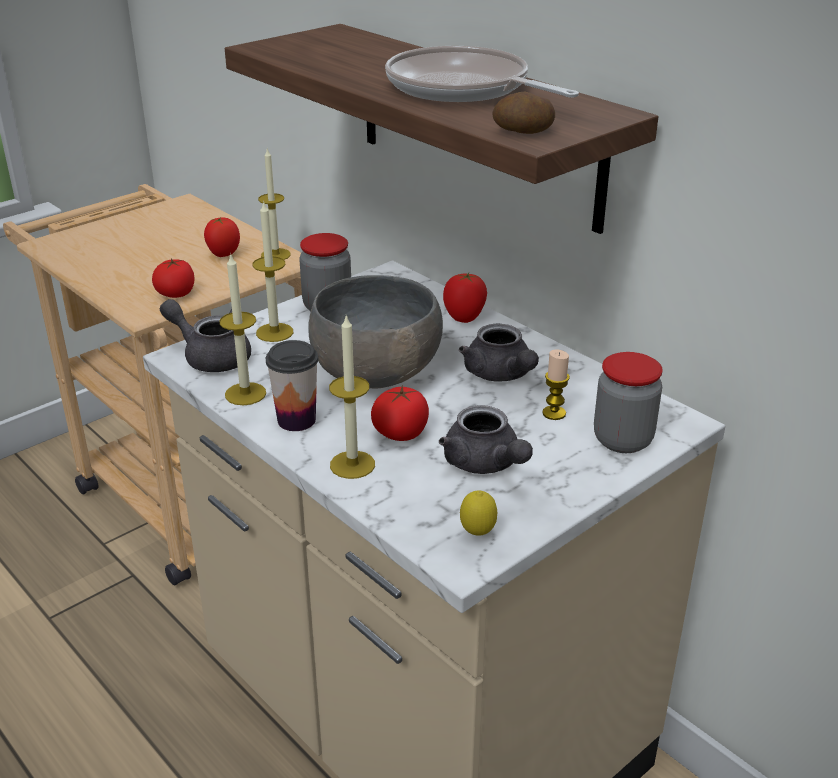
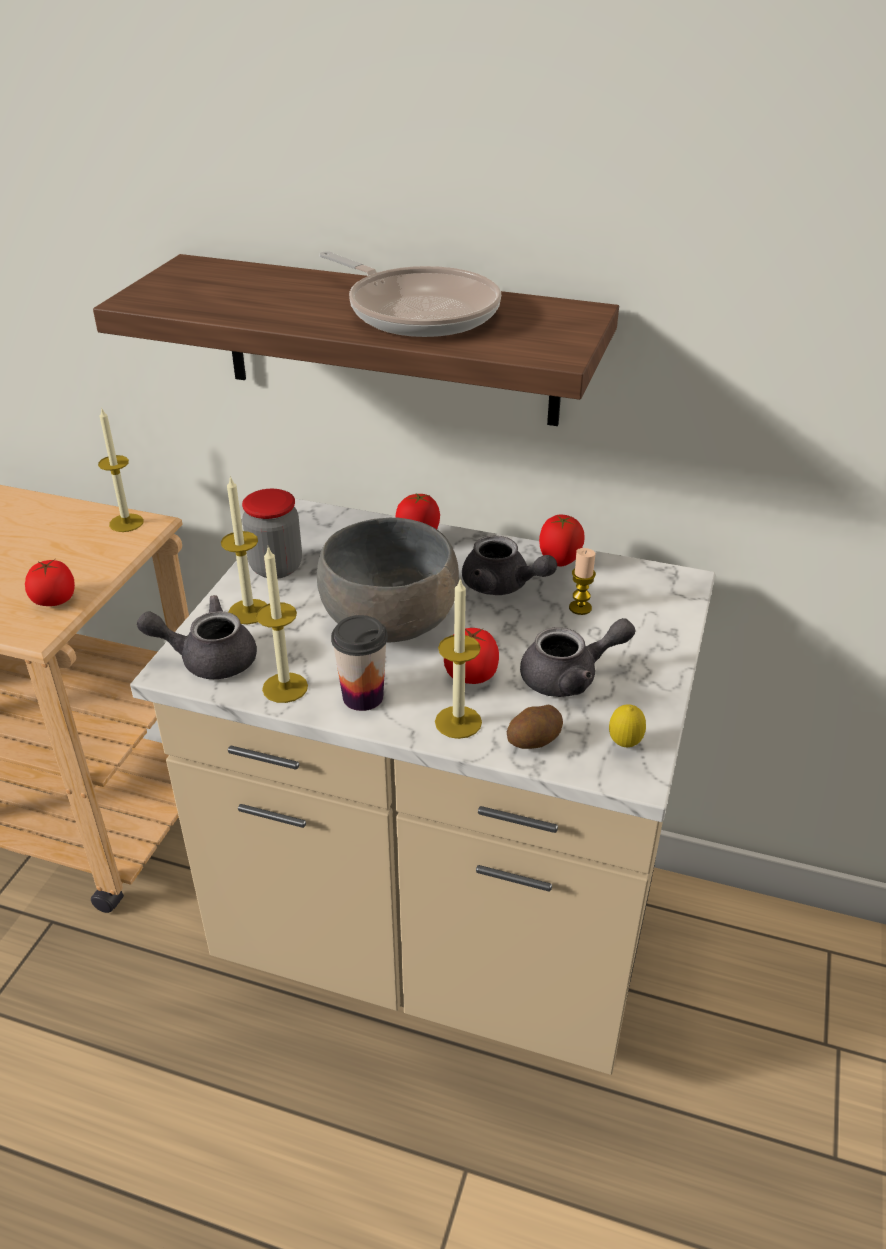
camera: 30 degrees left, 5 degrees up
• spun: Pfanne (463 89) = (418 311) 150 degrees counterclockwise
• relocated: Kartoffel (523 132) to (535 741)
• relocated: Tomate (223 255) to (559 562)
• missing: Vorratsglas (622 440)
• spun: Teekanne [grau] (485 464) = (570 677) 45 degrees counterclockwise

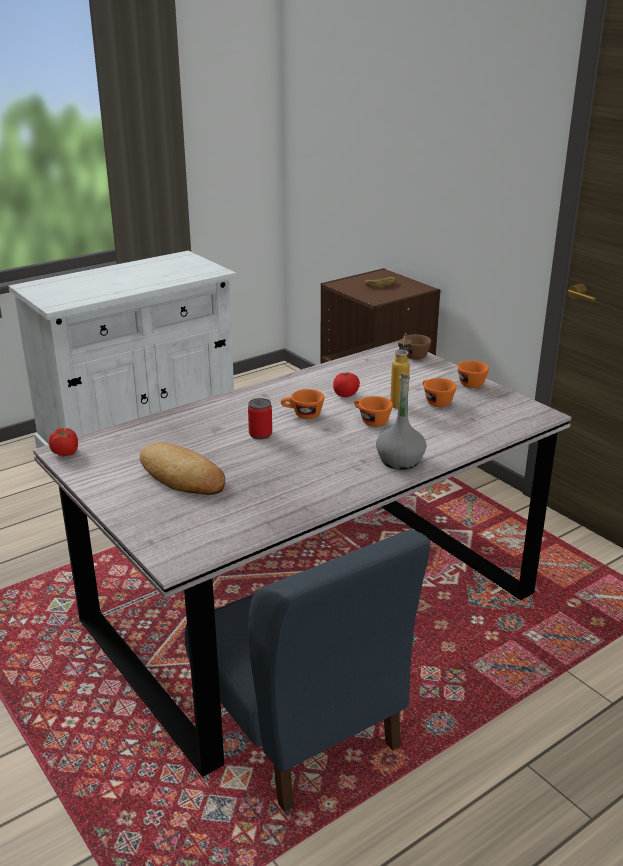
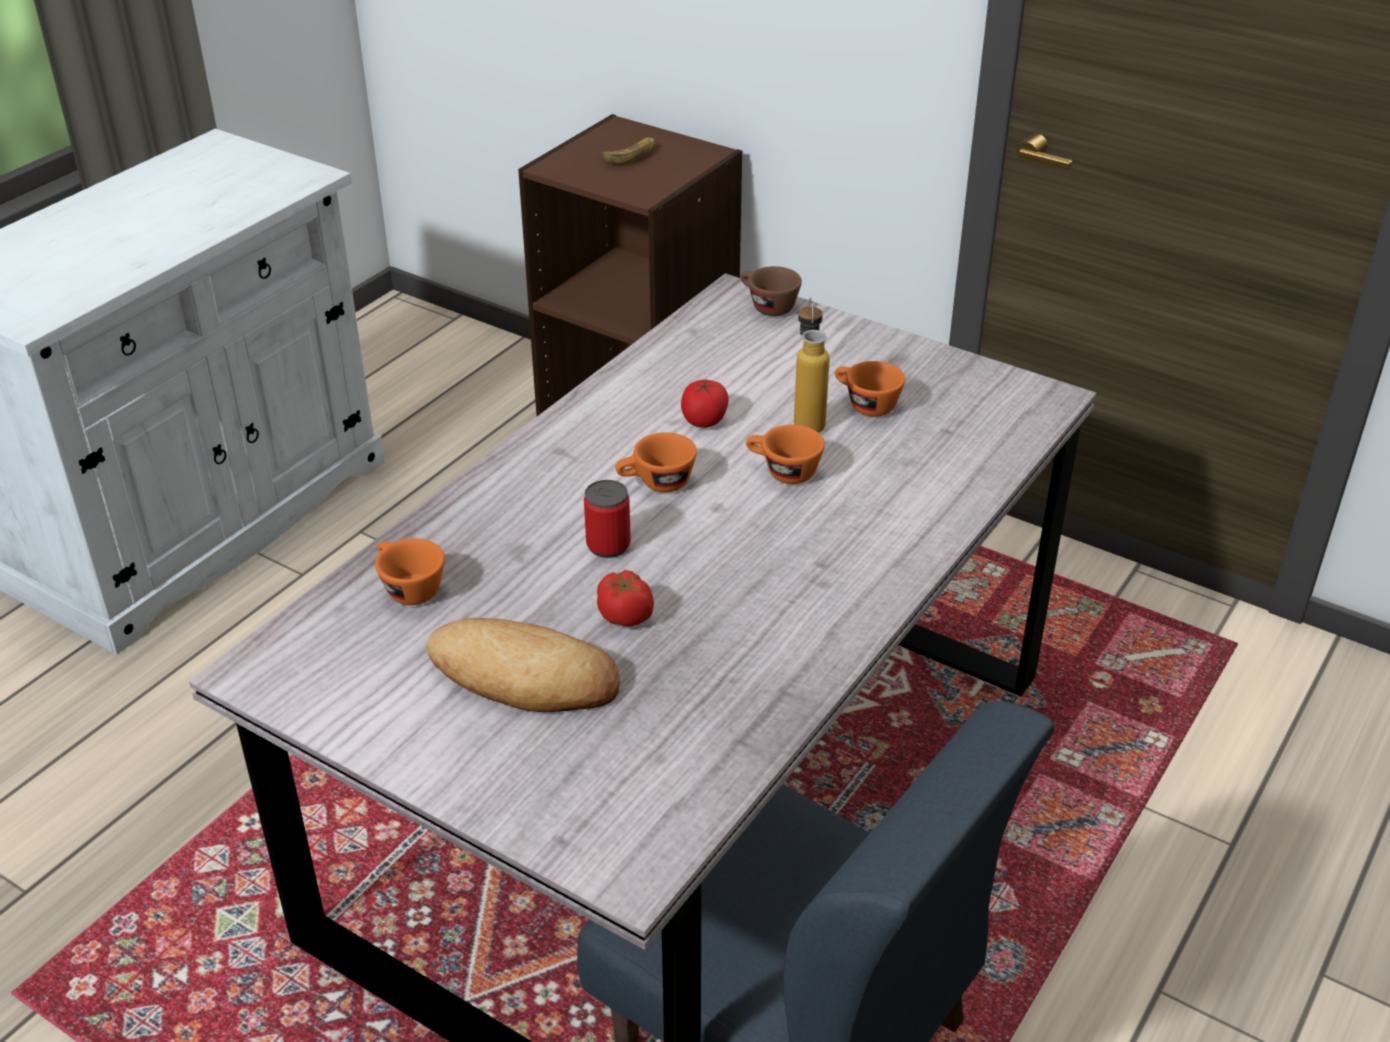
camera: 20 degrees left, 10 degrees up
• relocated: Tasse [orange] (468 383) to (407 588)
• missing: Flasche [grau] (400 460)
• relocated: Tomate (65 453) to (625 616)

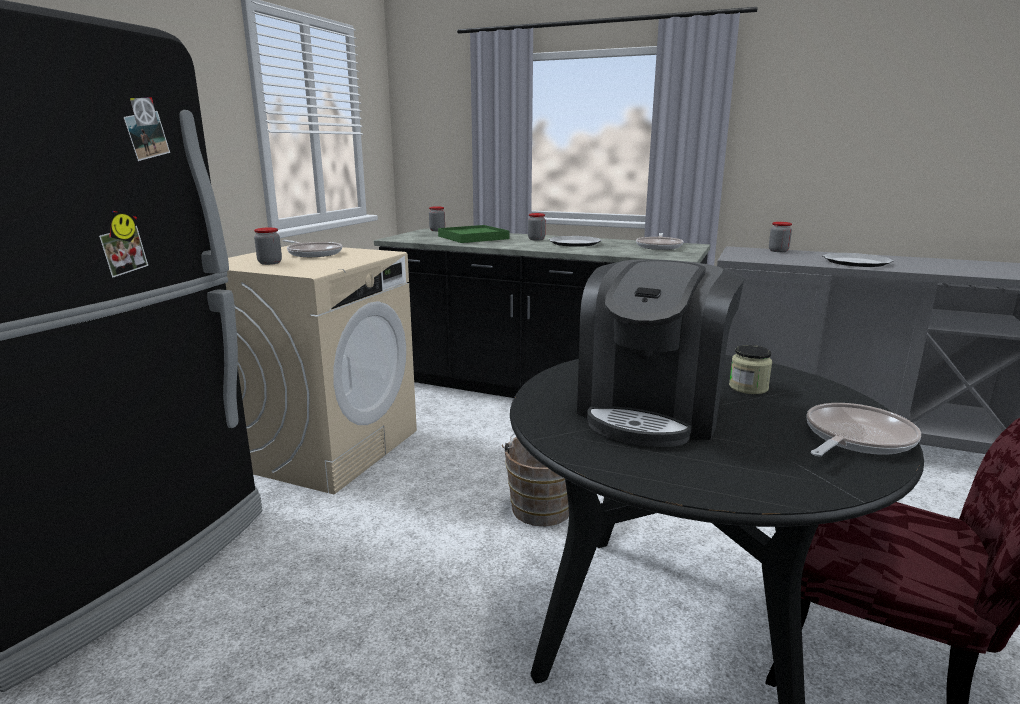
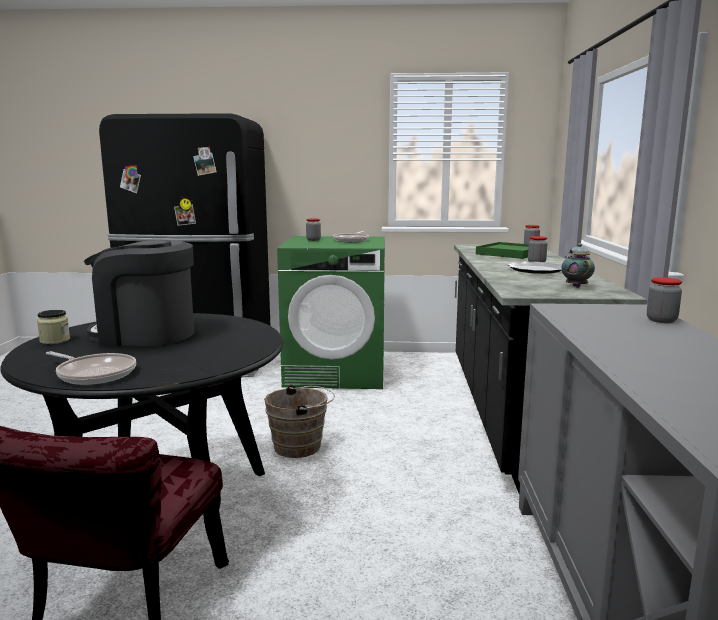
camera: 70 degrees right, 5 degrees down
• exchanged: Pfanne (659 246) to Teekanne (575 286)
• colour: Waschmaschine [beige] (325 447) to Waschmaschine [grün] (337 372)
• missing: Teller (856 262)
• relocated: Vorratsglas (748 387) to (55 340)

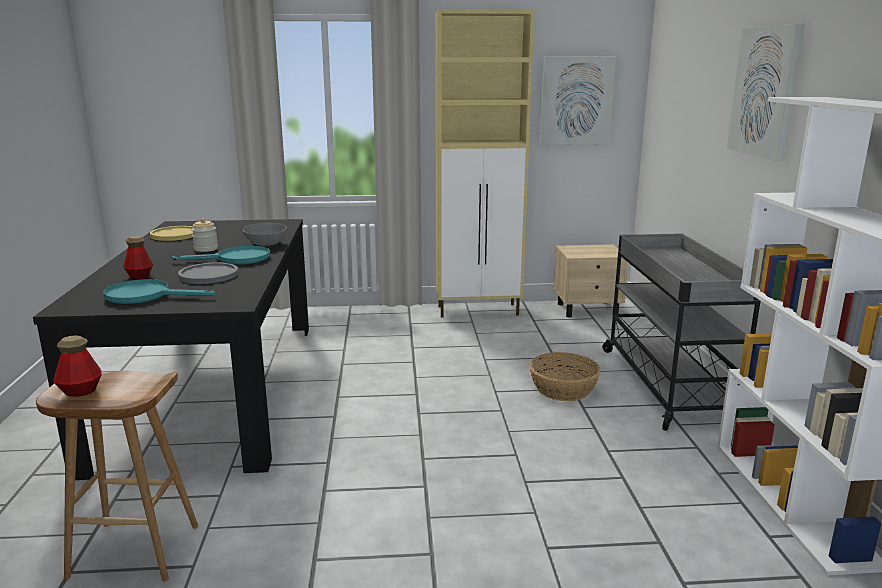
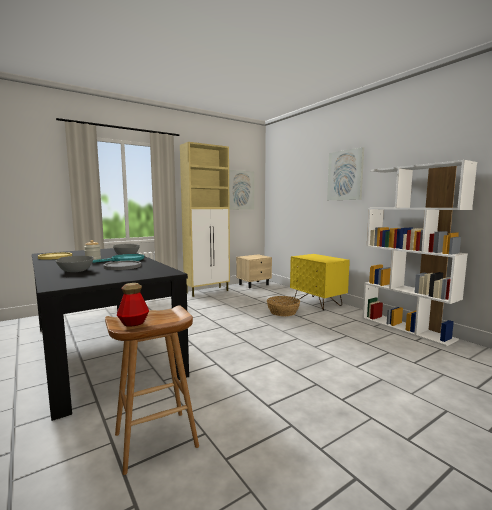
camera: 30 degrees left, 10 degrees down
• exchanged: Rollwagen [grau] (667 384) to Nachttisch [gelb] (317 303)
• exchanged: Flasche (139 276) to Schüssel [grau] (76 271)
• missing: Pfanne [türkis] (146 296)

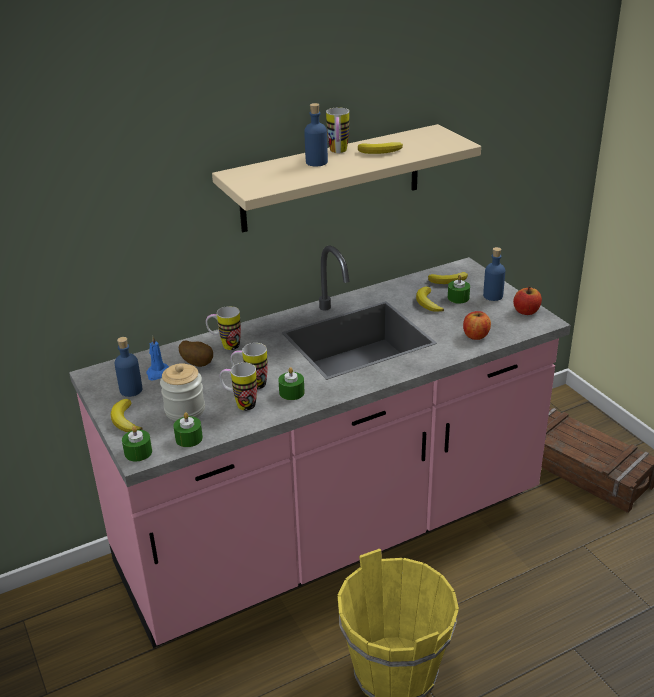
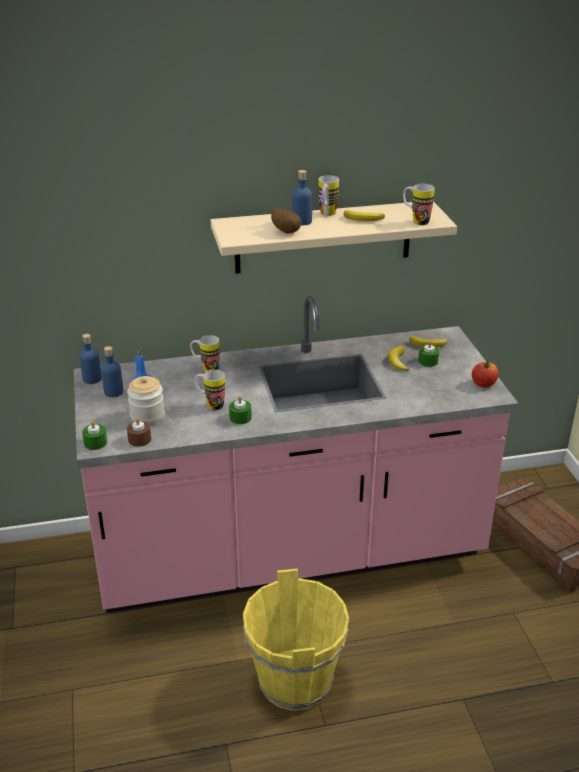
camera: 15 degrees right, 0 degrees up
• relocated: Flasche [blau] (493 296) to (92 379)
• missing: Apfel (475 336)
• relocated: Kartoffel (198 363) to (287 232)
• relocated: Henkelbecher (240 404) to (416 221)
• missing: Banane (125 420)
• colour: Kerze [grün] (189 438) to Kerze [braun] (139 439)

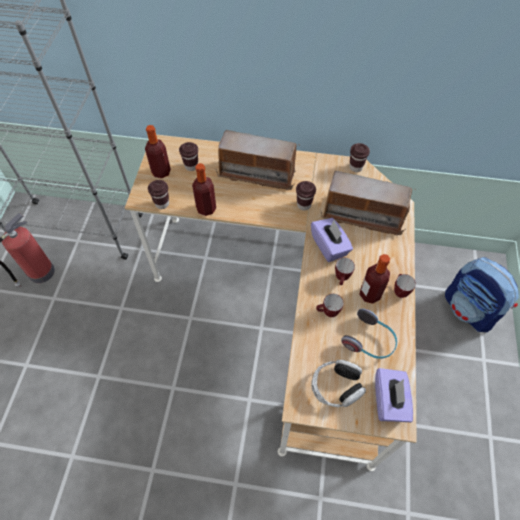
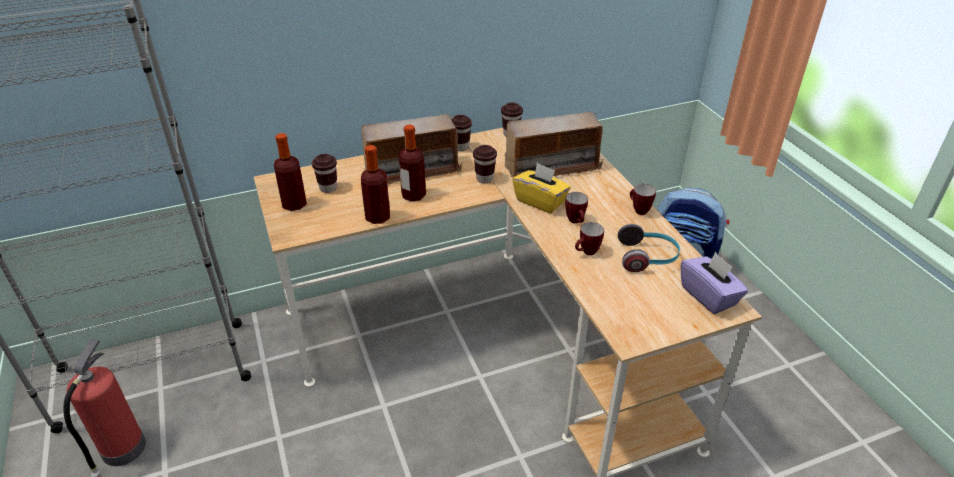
camera: 30 degrees left, 20 degrees down
• relocated: Tasse [braun] (162 204) to (461 147)
• colour: Taschentuchbox [lila] (329 246) to Taschentuchbox [gelb] (540 201)
• relocated: Flasche (370 294) to (413 195)
• missing: Kopfhörer (336 386)

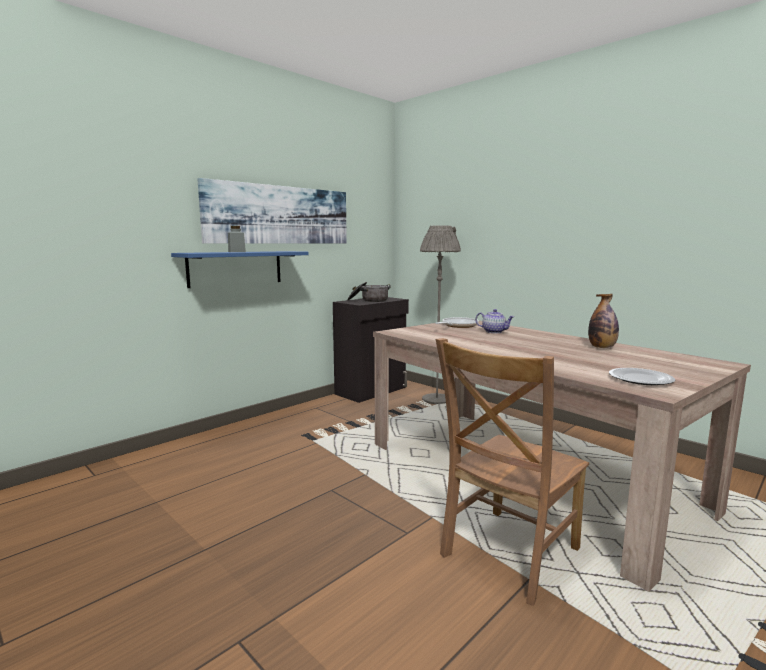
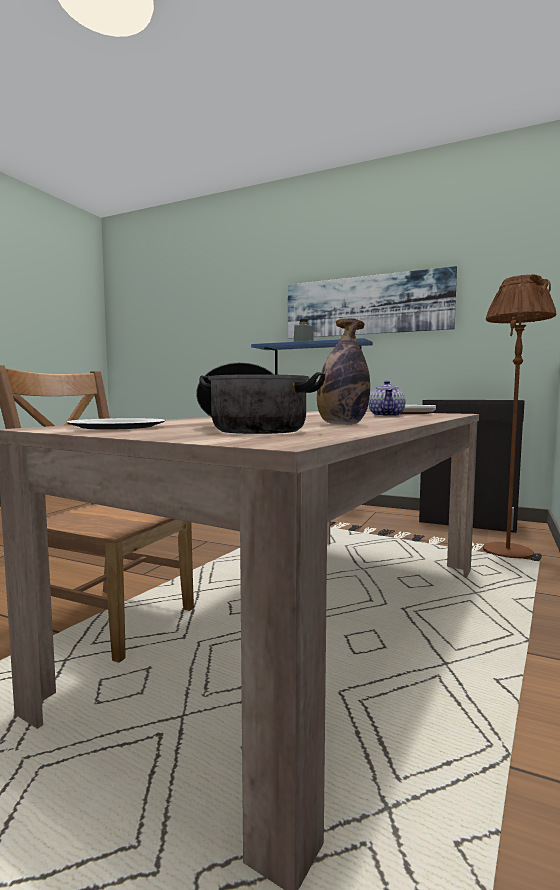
camera: 70 degrees right, 5 degrees down
• colour: Stehlampe [grau] (436 399) to Stehlampe [braun] (507 551)
• relocated: Kochtopf (368 300) to (252 429)

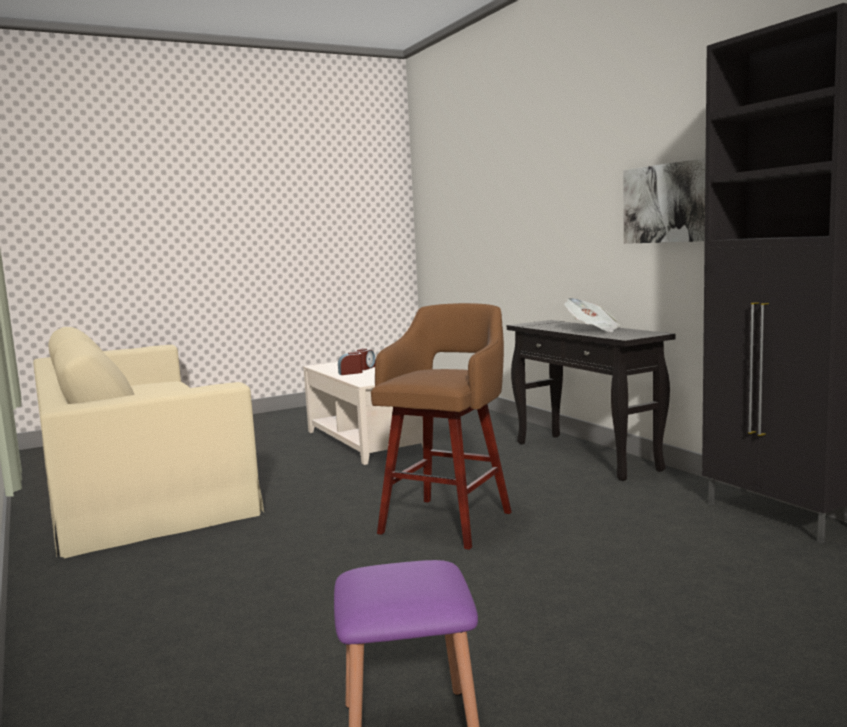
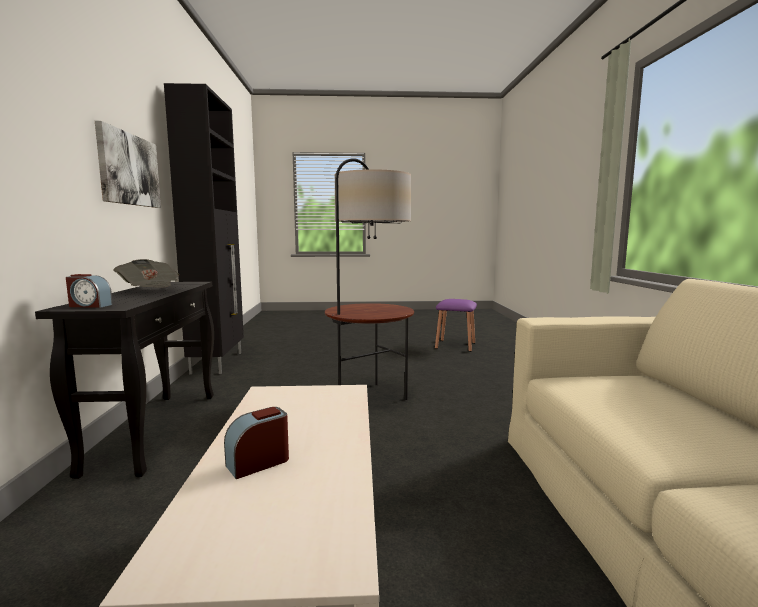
camera: 155 degrees left, 0 degrees up
• exchanged: Hocker [braun] (448 521) to Stehlampe (369 397)
• relocated: Wecker (350 373) to (90 305)

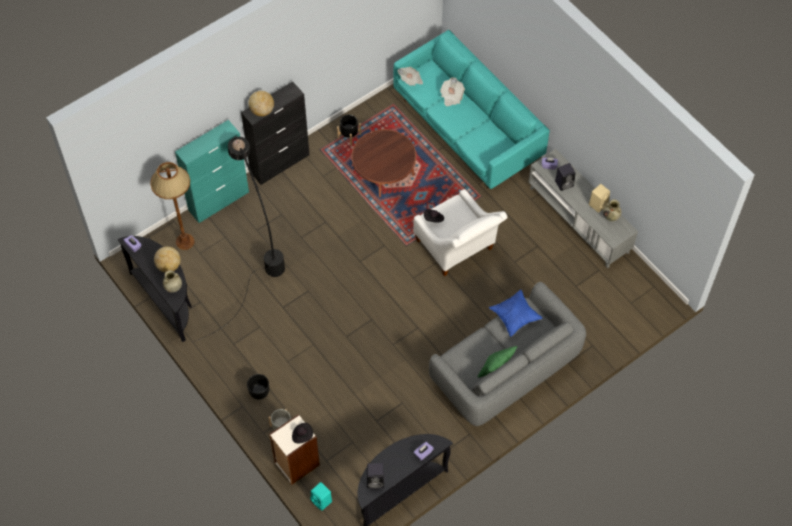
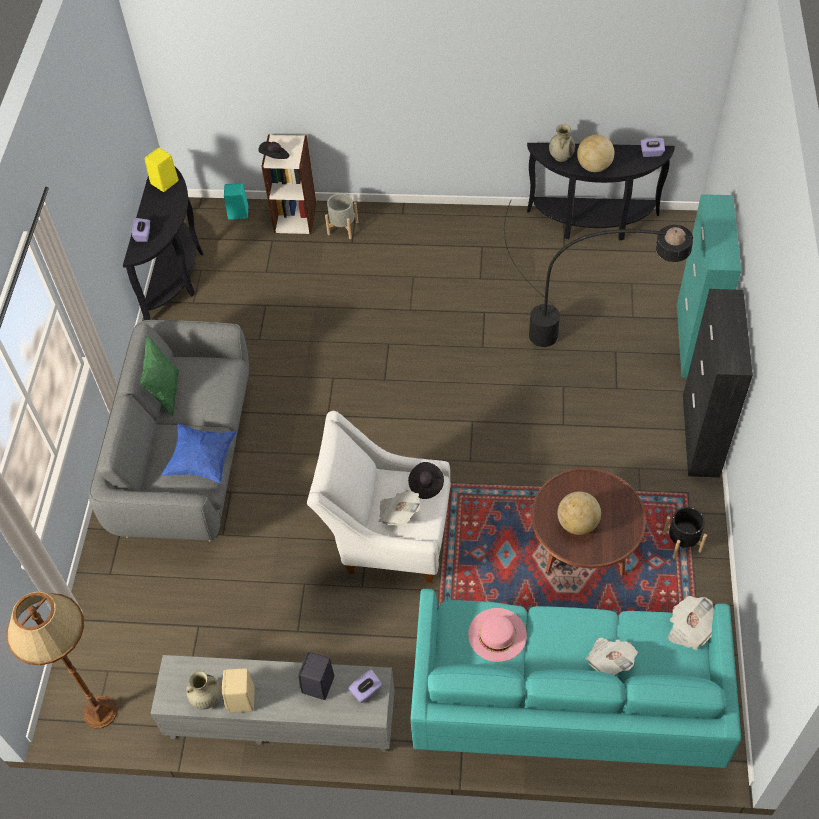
camera: 135 degrees right, 5 degrees down
• relocated: Globus (262 111) to (577 524)
• relocated: Stehlampe [braun] (185 242) to (100 712)
• missing: Pflanzkübel [schwarz] (259 392)
• colour: Lautsprecher [schwarz] (376 480) to Lautsprecher [gelb] (164 183)
• appeared: Zeitung (398 513)
• appeared: Hut [rosa] (497 634)

